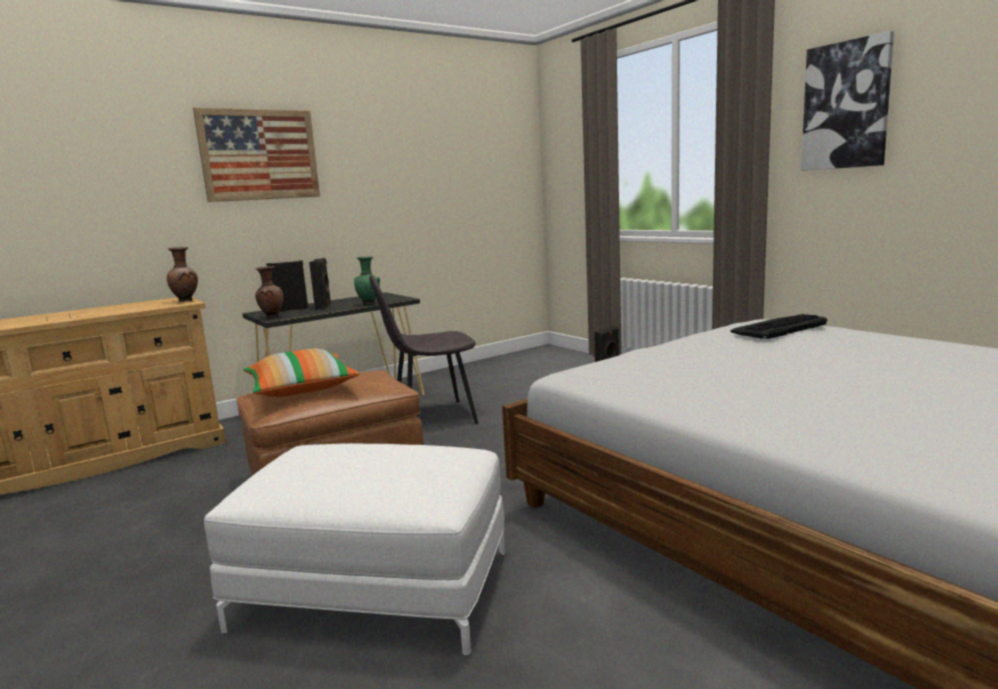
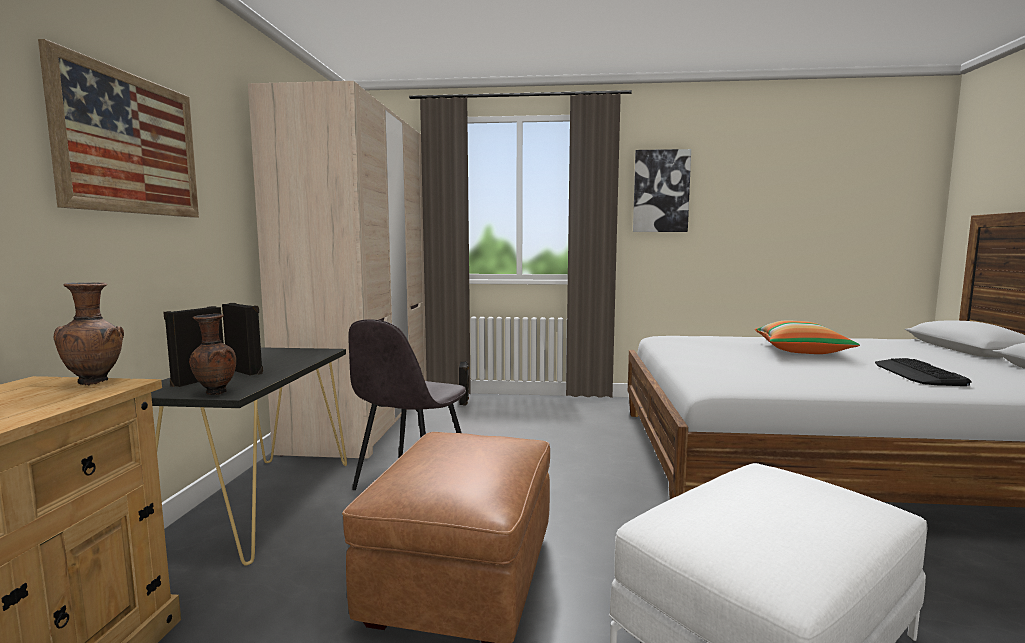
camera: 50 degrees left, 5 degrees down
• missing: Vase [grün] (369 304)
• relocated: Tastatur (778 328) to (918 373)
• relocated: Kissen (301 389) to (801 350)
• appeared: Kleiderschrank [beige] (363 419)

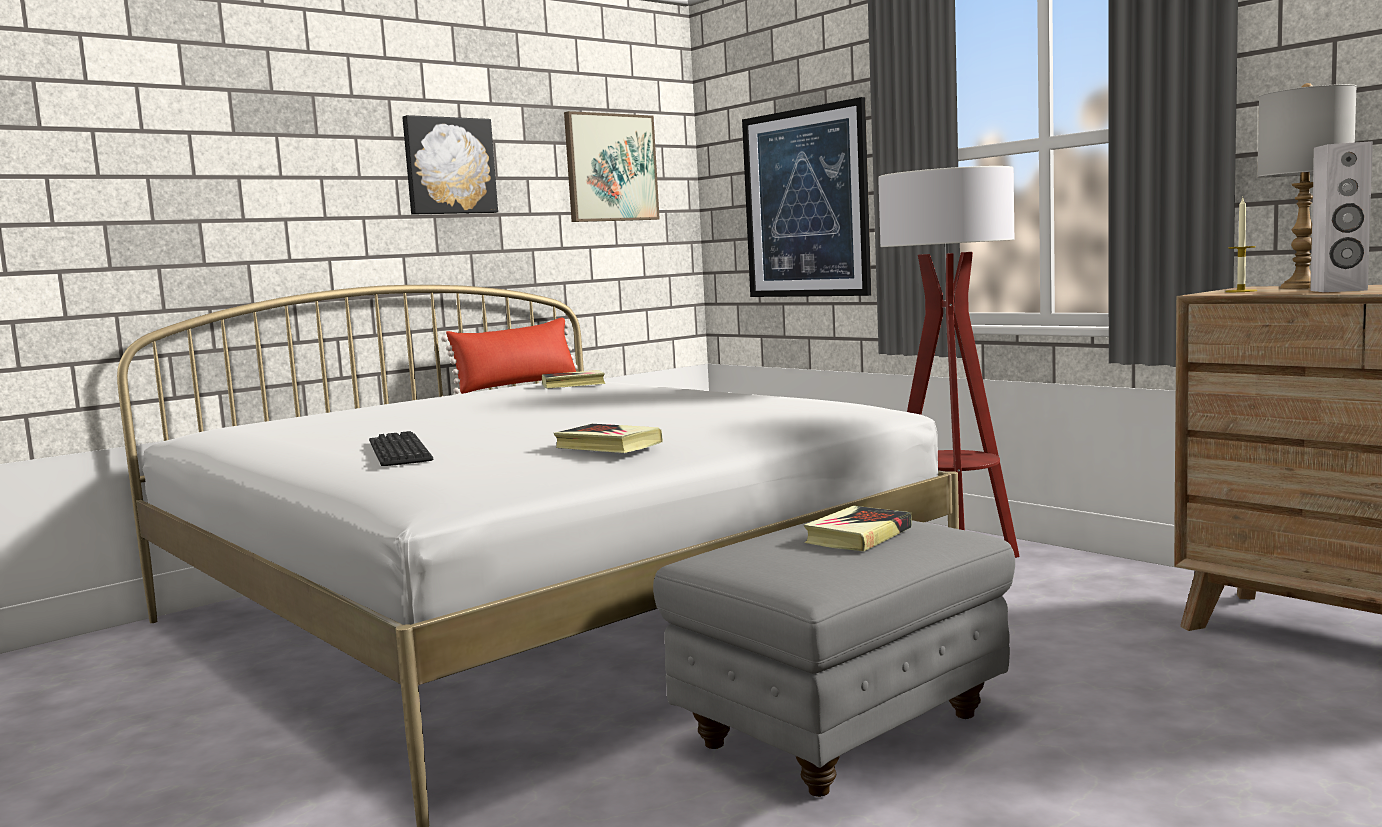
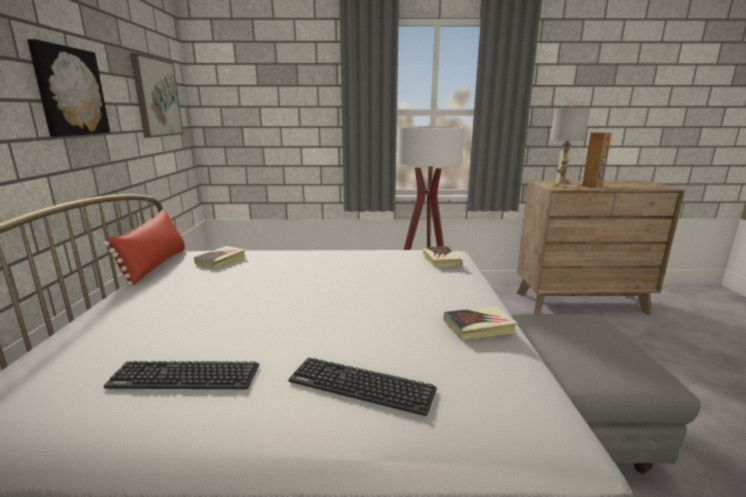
camera: 50 degrees left, 10 degrees up
• missing: Bild (805 203)
• colour: Lautsprecher [weiß] (1338 290) to Lautsprecher [braun] (592 186)
• relocated: Buch (858 536) to (440 260)
• appeared: Tastatur (185 376)

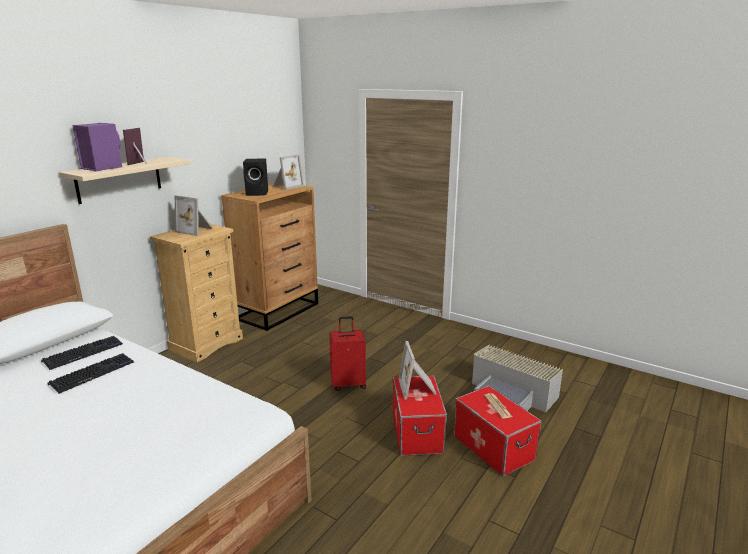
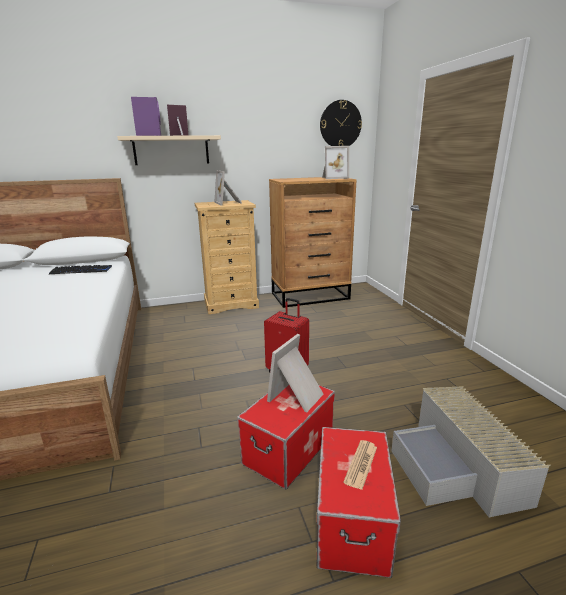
camera: 40 degrees right, 0 degrees up
• missing: Lautsprecher [schwarz] (258 193)
• missing: Tastatur (92 373)
• appeared: Wanduhr (340 124)

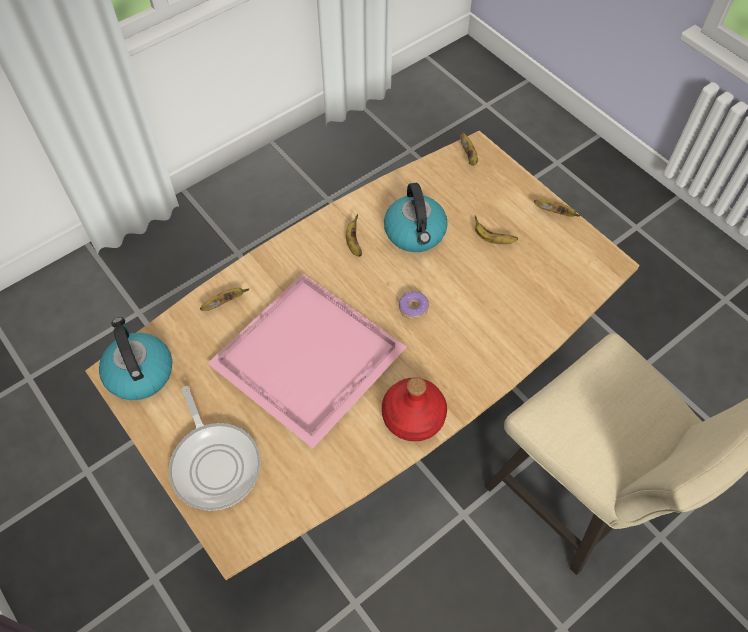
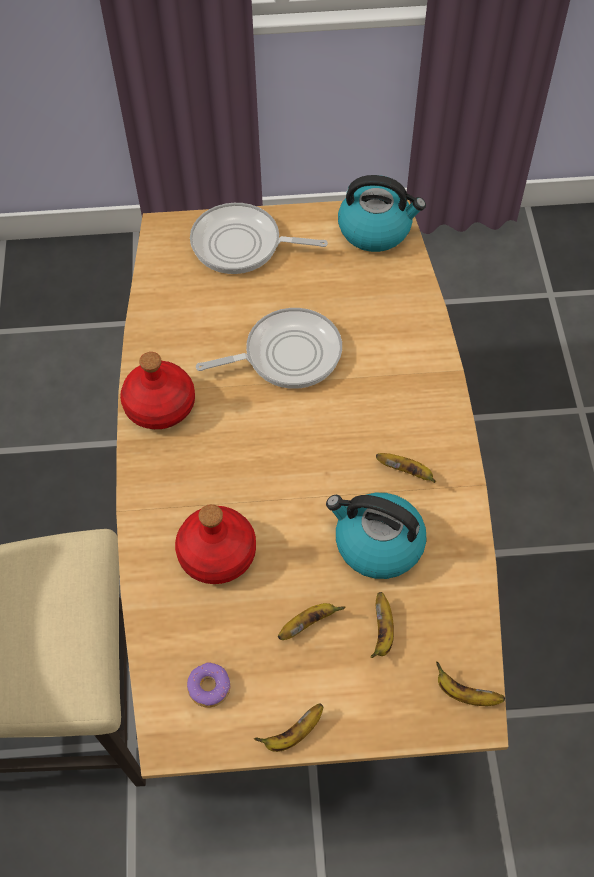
camera: 125 degrees right, 0 degrees up
• exchanged: Tablett [rosa] (308 361) to Pfanne (286 354)
• relocated: Banane (224 302) to (382 632)
• relocated: Donut (413 308) to (209 687)
• appeared: Flasche [rot] (216 554)

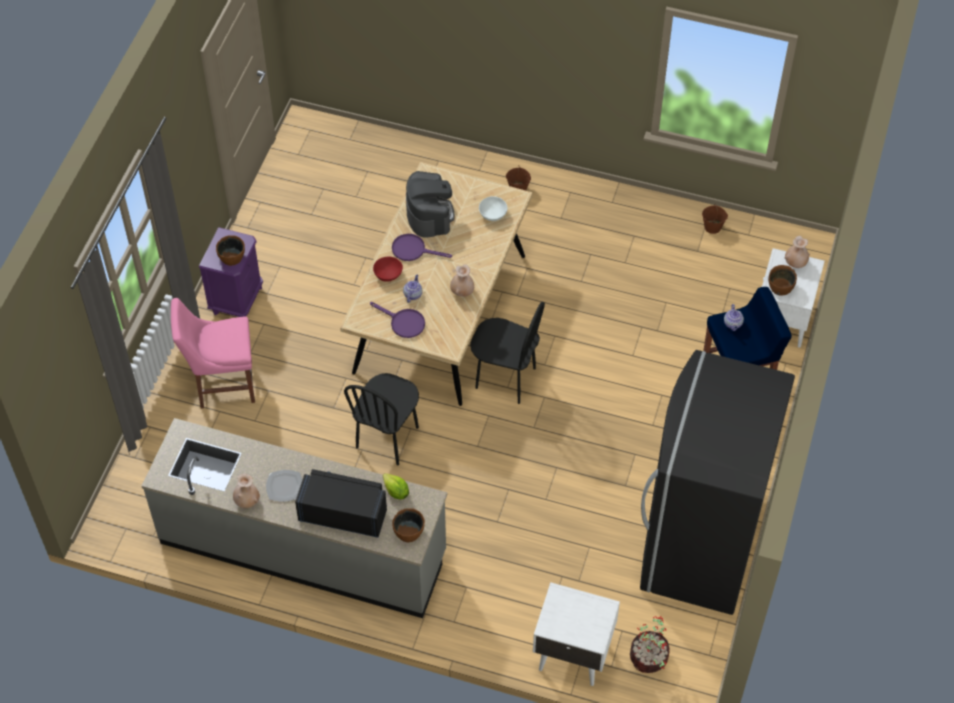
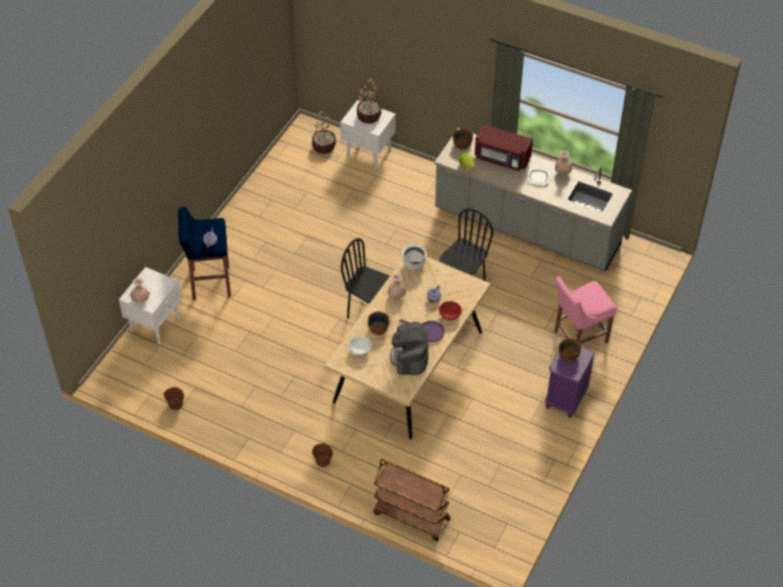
camera: 170 degrees left, 5 degrees down
• relocated: Schüssel [braun] (780 287) to (378 328)
• spun: Stuhl [rosa] (222 384) = (578 337) 150 degrees clockwise
• missing: Pfanne [lila] (403 323)
• missing: Kühlschrank [schwarz] (699 544)
• colour: Mikrowelle [schwarz] (343 513) to Mikrowelle [rot] (502 158)
• appeared: Topfpflanze (369 116)
• appeared: Kochtopf [weiß] (413 264)
• appeared: Rollwagen [braun] (410 516)

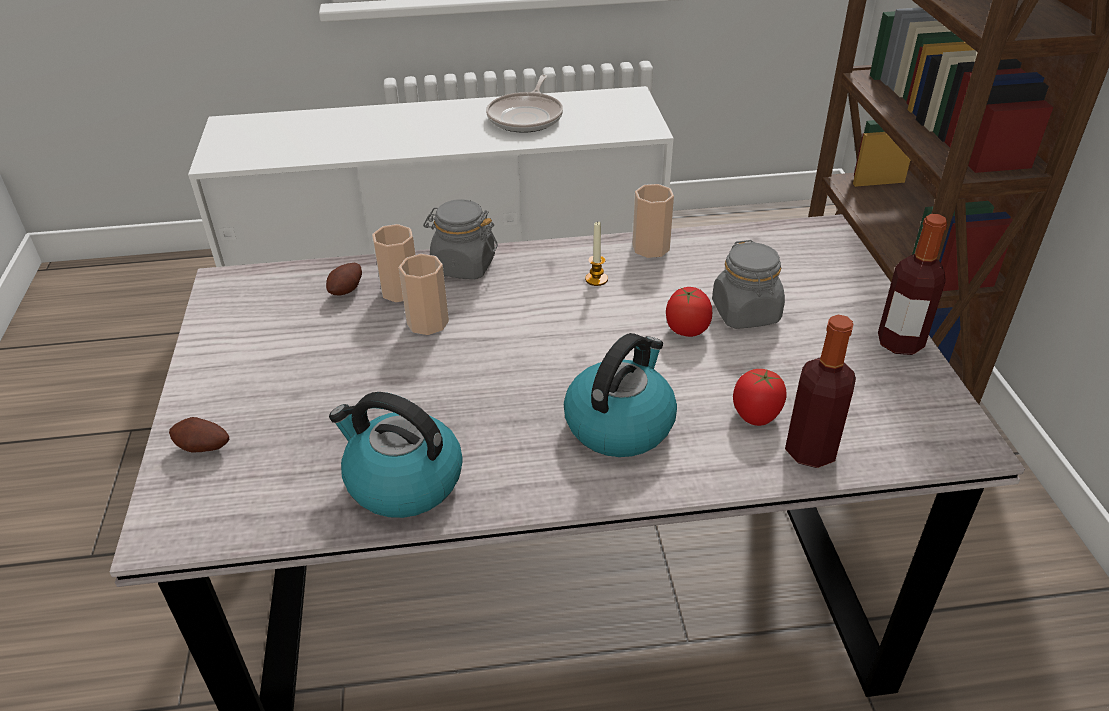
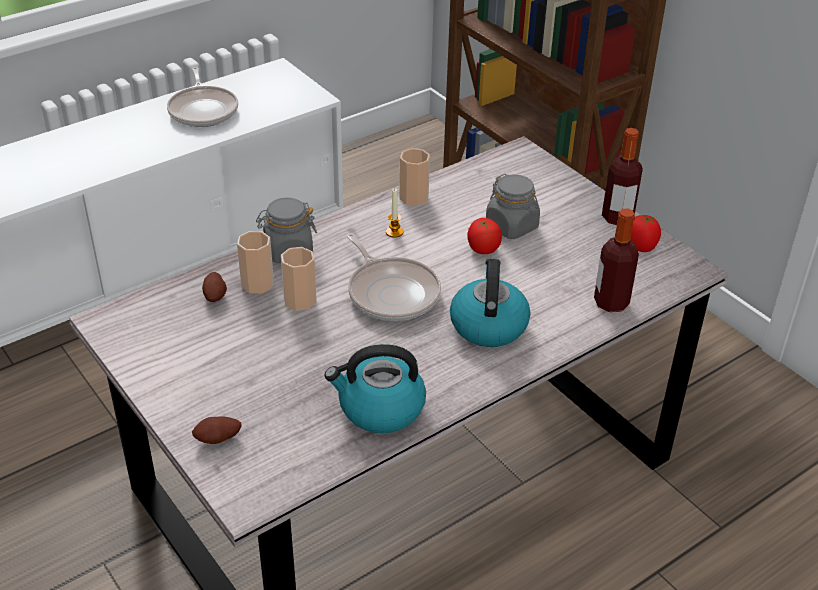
camera: 30 degrees left, 0 degrees up
• relocated: Tomate (756 415) to (641 247)
• appeared: Pfanne (391 292)

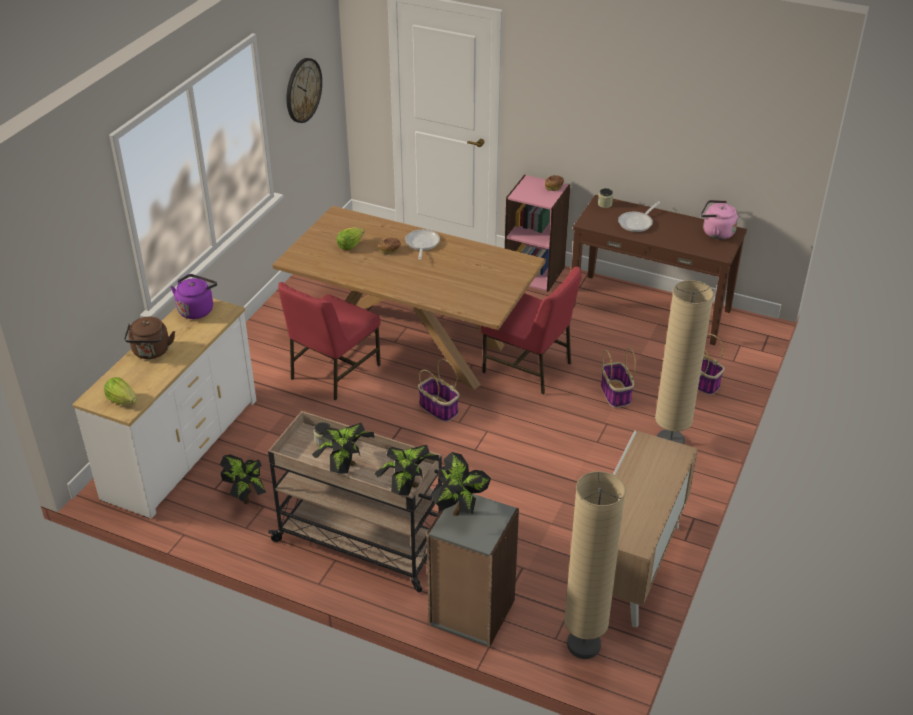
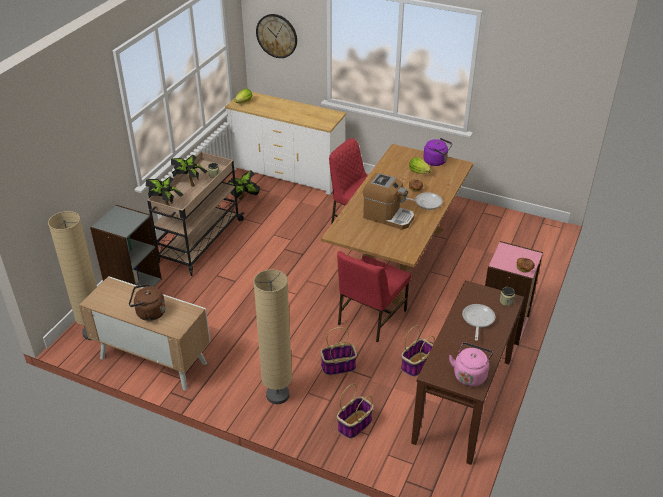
camera: 90 degrees right, 0 degrees up
• relocated: Wanduhr (303 90) to (277 36)
• spun: Pfanne (637 223) = (477 320) 60 degrees clockwise
• relocated: Wasserkessel [lila] (197 309) to (436 161)
• relocated: Wasserkessel [braun] (151 352) to (149 313)
• relocated: Korb (439 409) to (416 365)
• missing: Topfpflanze (460 508)
• appeared: Kaffeemaschine (388 216)

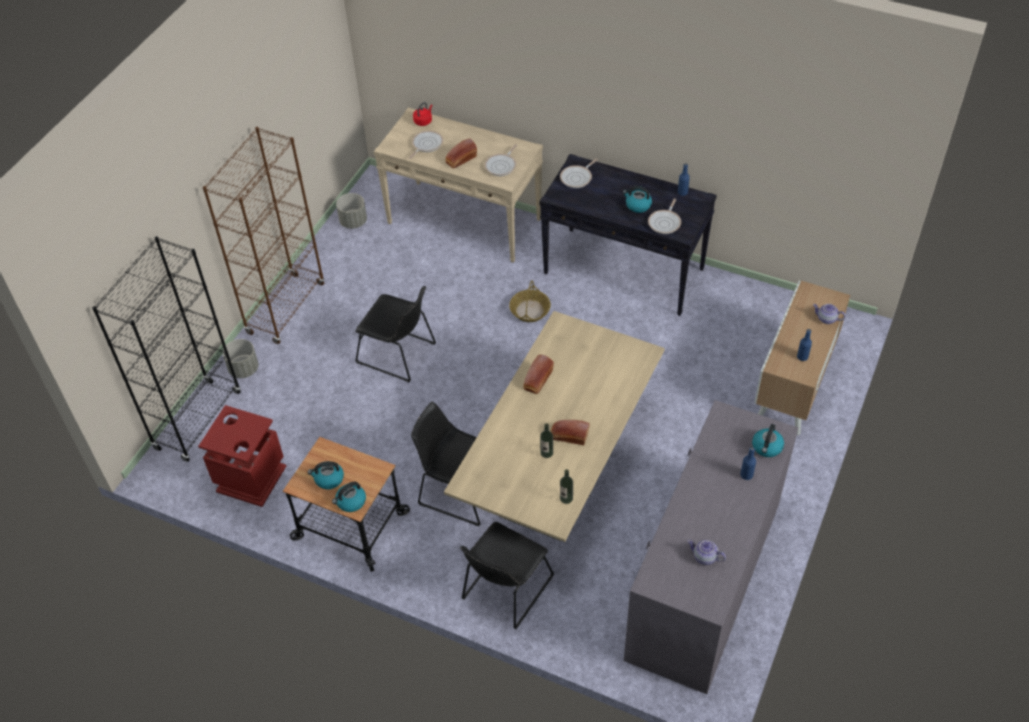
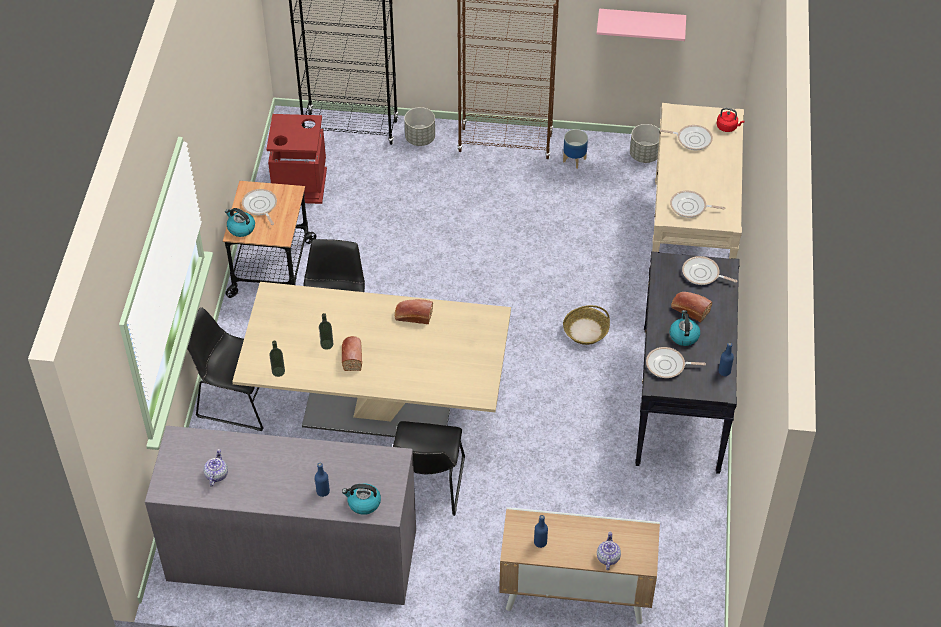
camera: 70 degrees right, 0 degrees up
• relocated: Brot (460 160) to (689 310)
• relocated: Stuhl [schwarz] (399 354) to (427 486)
• exchanged: Wasserkessel (328 479) to Pfanne (260 206)
• appeared: Wandregal [rosa] (641 23)
• appeared: Pflanzkübel (574 160)

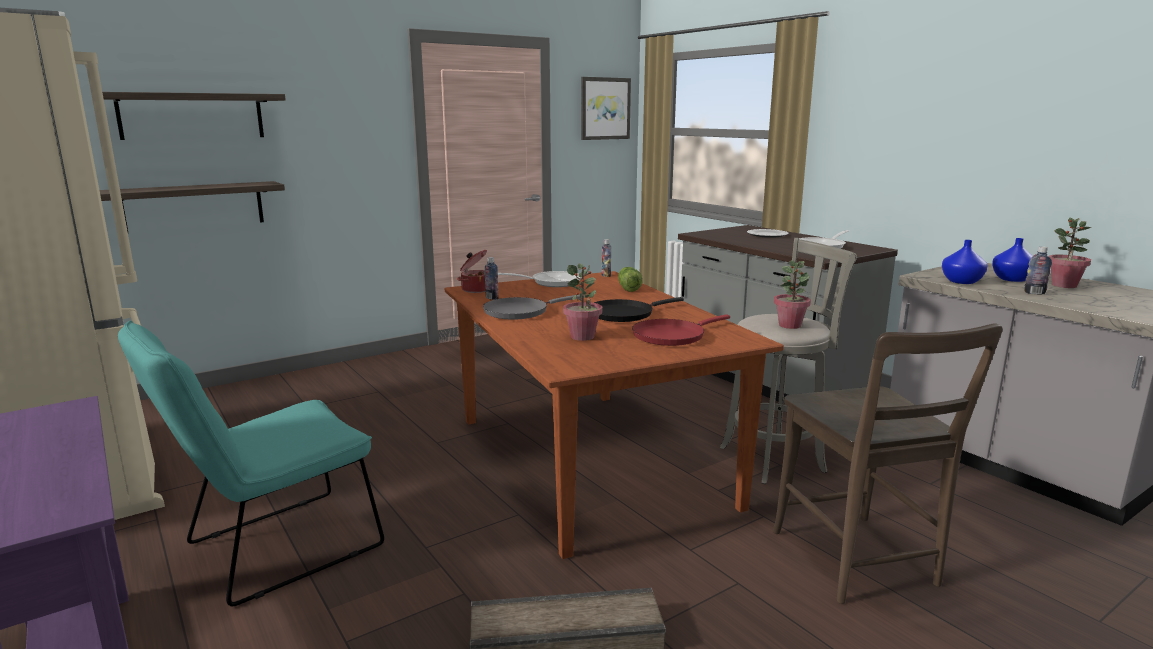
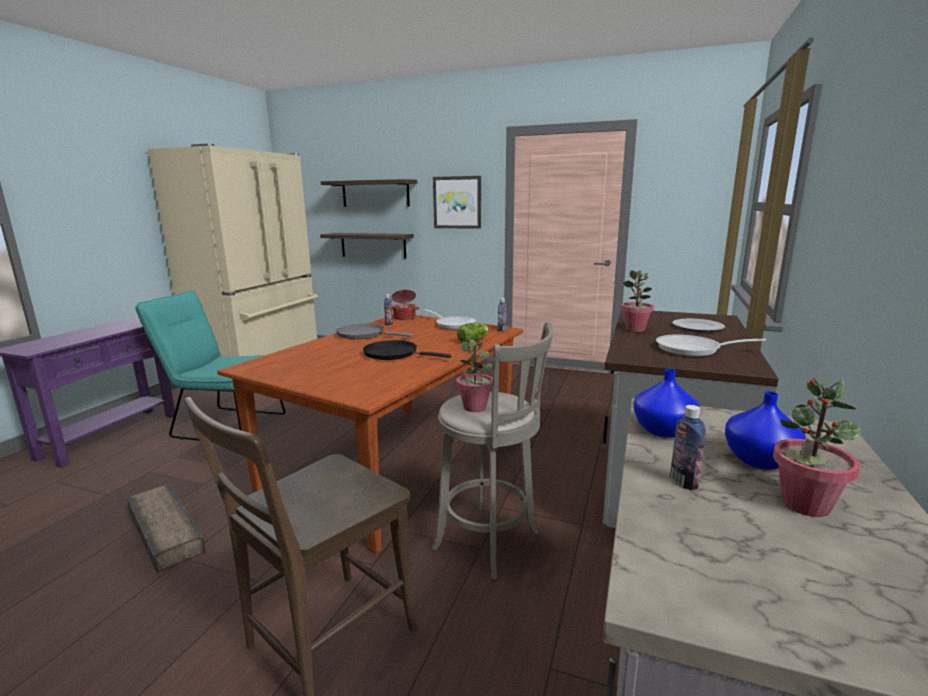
camera: 55 degrees right, 0 degrees up
• relocated: Bild (605 108) to (457 202)
• relocated: Topfpflanze (582 337) to (635 329)
• missing: Pfanne [rot] (671 336)

